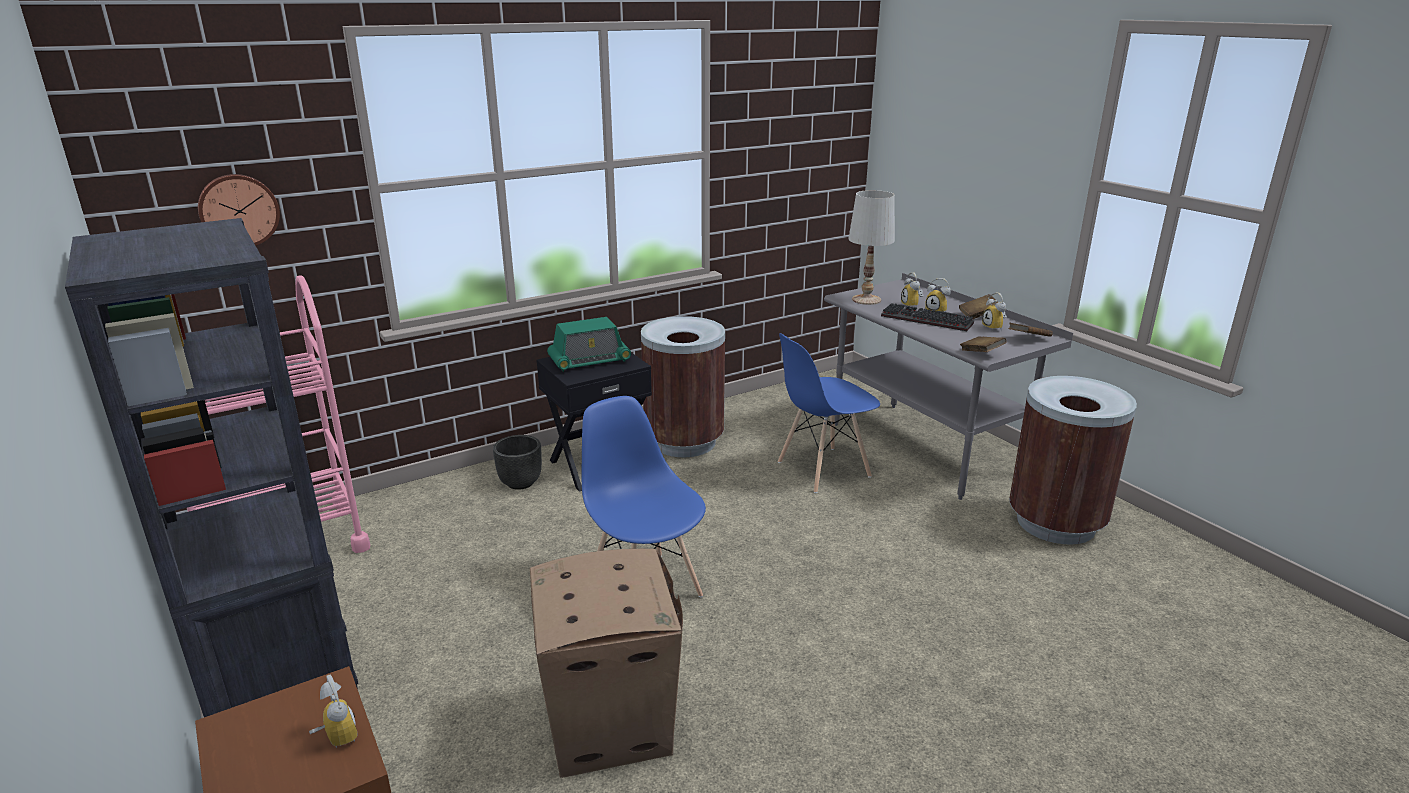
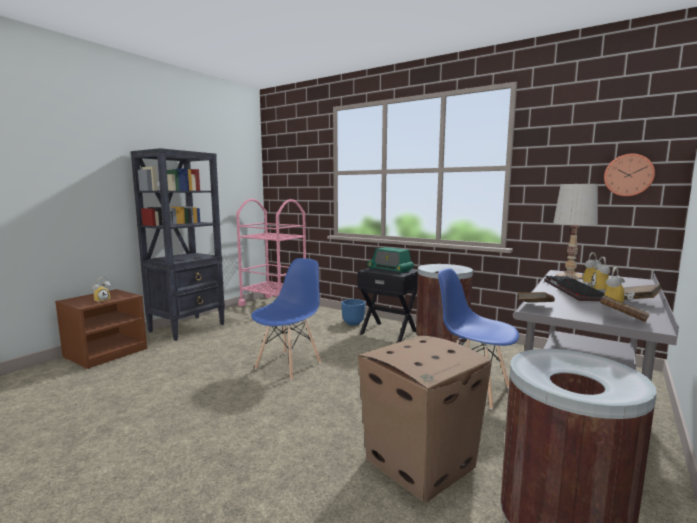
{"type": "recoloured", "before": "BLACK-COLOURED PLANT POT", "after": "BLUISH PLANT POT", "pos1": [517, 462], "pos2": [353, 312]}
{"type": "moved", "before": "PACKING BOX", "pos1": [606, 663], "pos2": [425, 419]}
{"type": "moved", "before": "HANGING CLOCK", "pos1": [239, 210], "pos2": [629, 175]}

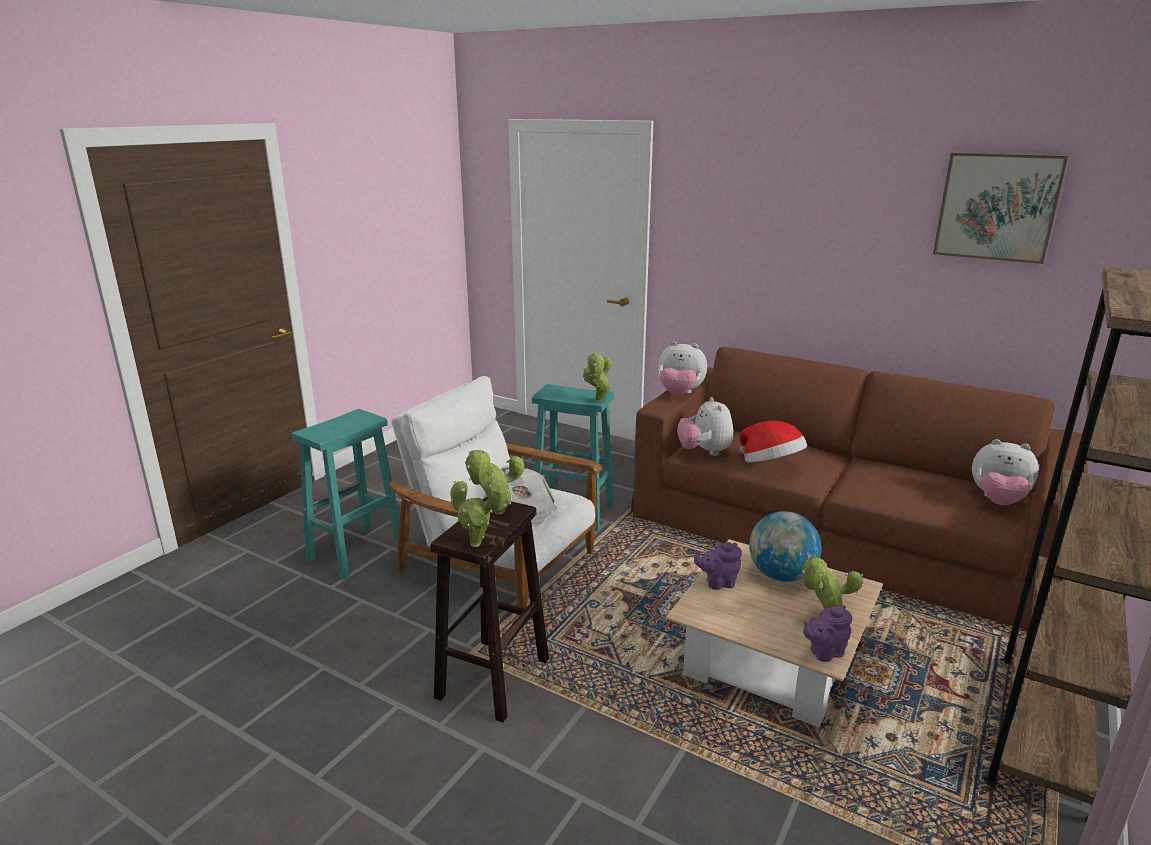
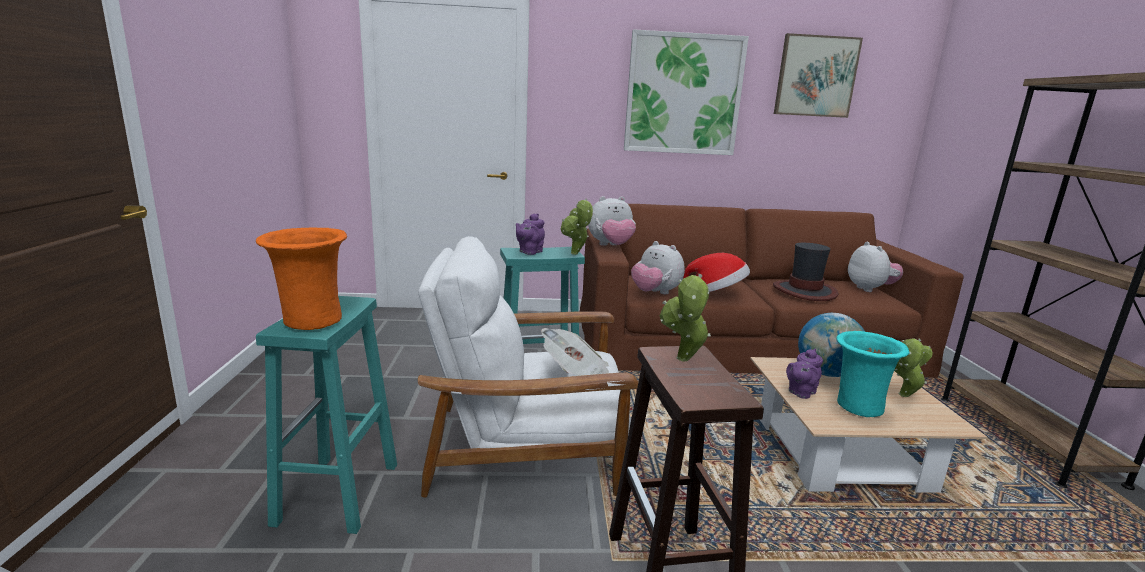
{"type": "added", "after": "ORANGE VASE", "pos2": [301, 278]}
{"type": "moved", "before": "PURPLE TEAPOT", "pos1": [827, 633], "pos2": [530, 234]}
{"type": "added", "after": "PICTURE", "pos2": [686, 92]}
{"type": "added", "after": "HAT", "pos2": [805, 272]}
{"type": "added", "after": "TURQUOISE-COLOURED VASE", "pos2": [873, 374]}
{"type": "turned", "before": "CUDDLY TOY", "pos1": [1005, 472], "pos2": [875, 267], "turn": -90}
{"type": "removed", "before": "PLANT IN A POT", "pos1": [479, 510]}

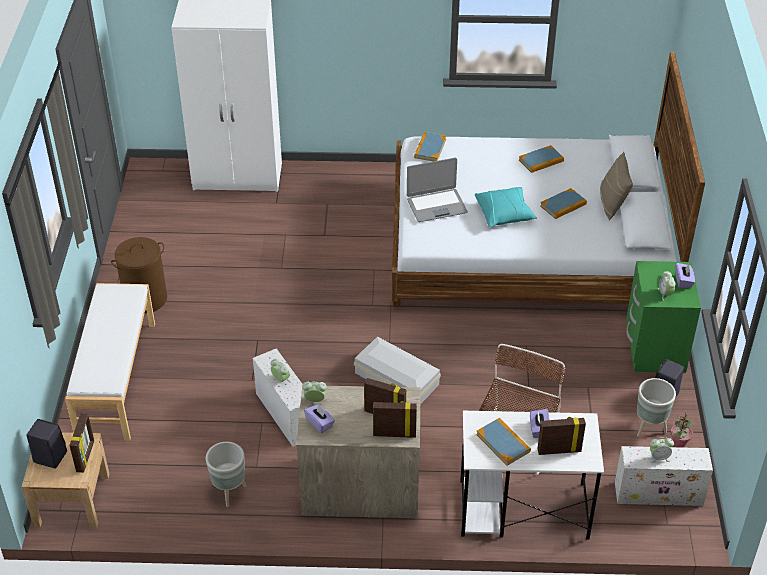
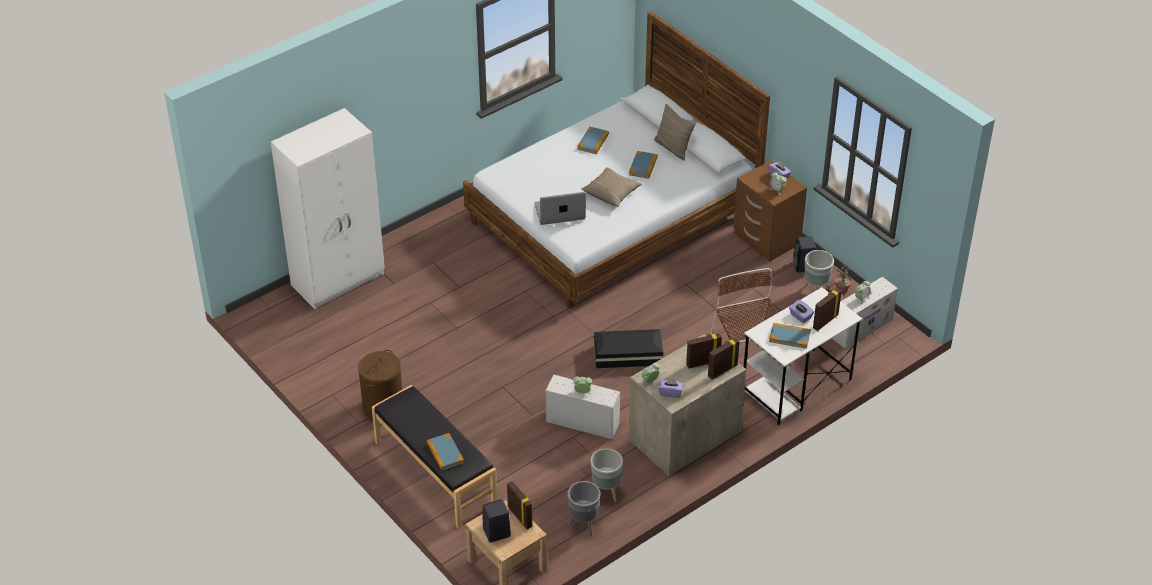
{"type": "recoloured", "before": "WHITISH INDOOR BENCH", "after": "BLACK-COLOURED INDOOR BENCH", "pos1": [110, 362], "pos2": [435, 456]}
{"type": "moved", "before": "VOLUME", "pos1": [430, 147], "pos2": [445, 451]}
{"type": "turned", "before": "NOTEBOOK COMPUTER", "pos1": [437, 190], "pos2": [560, 208], "turn": -135}
{"type": "added", "after": "GREYISH PLANT POT", "pos2": [584, 508]}
{"type": "recoloured", "before": "TURQUOISE-COLOURED PILLOW", "after": "BEIGE-COLOURED PILLOW", "pos1": [506, 207], "pos2": [611, 187]}
{"type": "recoloured", "before": "WHITISH STORAGE CONTAINER", "after": "BLACK-COLOURED STORAGE CONTAINER", "pos1": [397, 370], "pos2": [628, 348]}
{"type": "recoloured", "before": "GREEN NIGHT TABLE", "after": "BROWNISH NIGHT TABLE", "pos1": [663, 317], "pos2": [770, 211]}

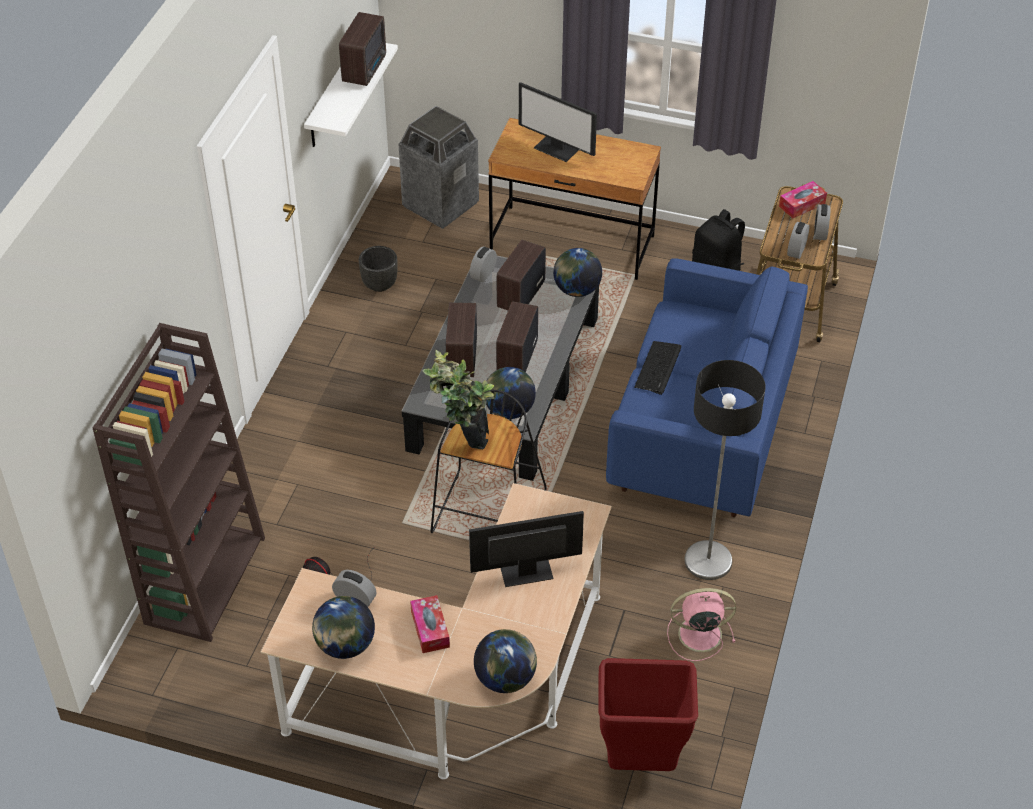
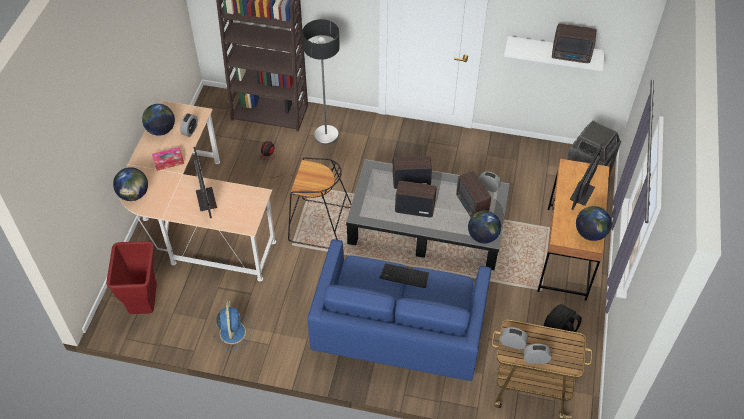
{"type": "recoloured", "before": "PINKISH FAN", "after": "BLUISH FAN", "pos1": [701, 624], "pos2": [232, 325]}
{"type": "moved", "before": "STANDING LAMP", "pos1": [725, 470], "pos2": [321, 82]}
{"type": "turned", "before": "RADIO RECEIVER", "pos1": [521, 275], "pos2": [473, 194], "turn": -135}
{"type": "moved", "before": "GLOBE", "pos1": [511, 393], "pos2": [594, 223]}
{"type": "removed", "before": "BLACK-COLOURED PLANT POT", "pos1": [378, 269]}
{"type": "removed", "before": "PLANT IN A POT", "pos1": [458, 399]}
{"type": "removed", "before": "TISSUE HOLDER", "pos1": [803, 199]}

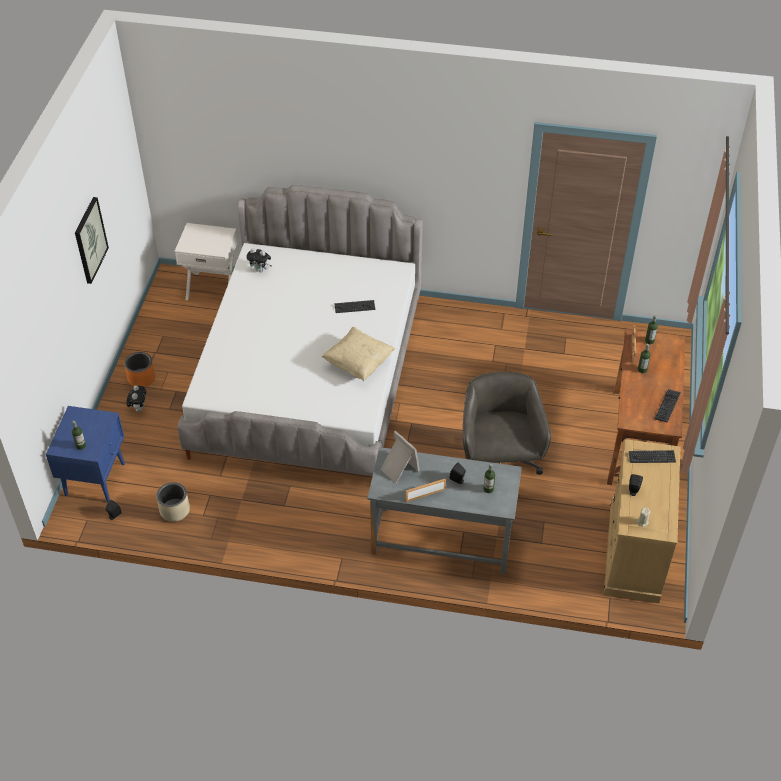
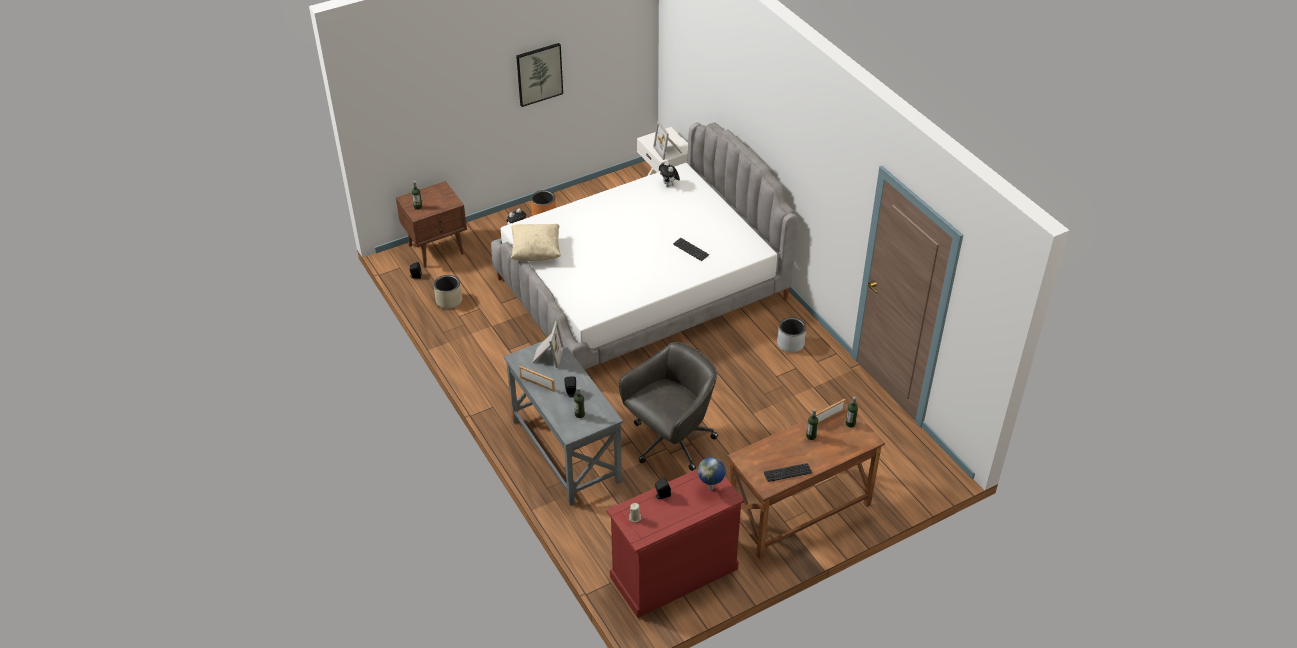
{"type": "recoloured", "before": "BLUISH NIGHT TABLE", "after": "BROWNISH NIGHT TABLE", "pos1": [85, 454], "pos2": [431, 224]}
{"type": "moved", "before": "BEIGE-COLOURED PILLOW", "pos1": [358, 354], "pos2": [535, 242]}
{"type": "recoloured", "before": "BEIGE-COLOURED DRAWER CHEST", "after": "RED-COLOURED DRAWER CHEST", "pos1": [642, 521], "pos2": [675, 543]}
{"type": "added", "after": "PICTURE FRAME", "pos2": [667, 140]}
{"type": "replaced", "before": "COMPUTER KEYBOARD", "after": "GLOBE", "pos1": [652, 456], "pos2": [712, 473]}
{"type": "added", "after": "GREYISH PLANT POT", "pos2": [791, 335]}

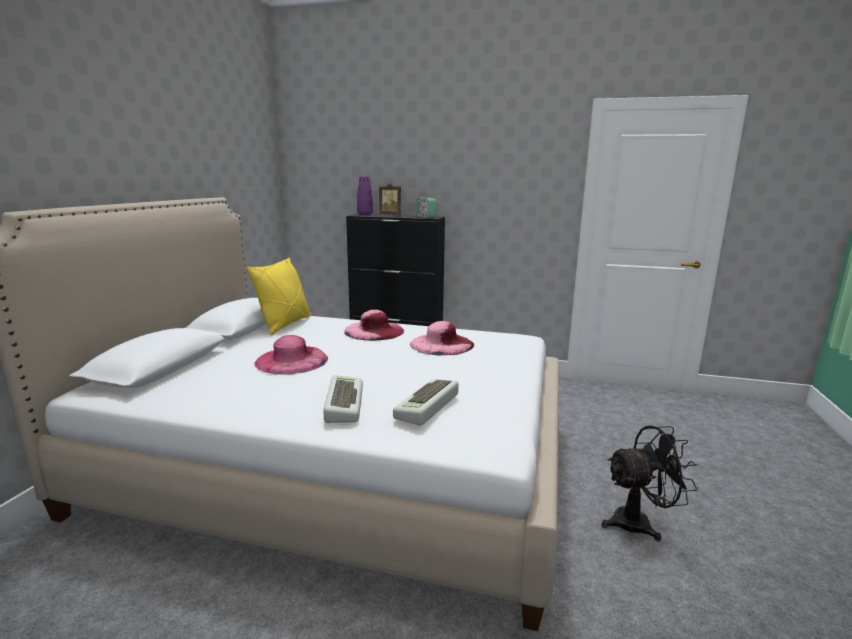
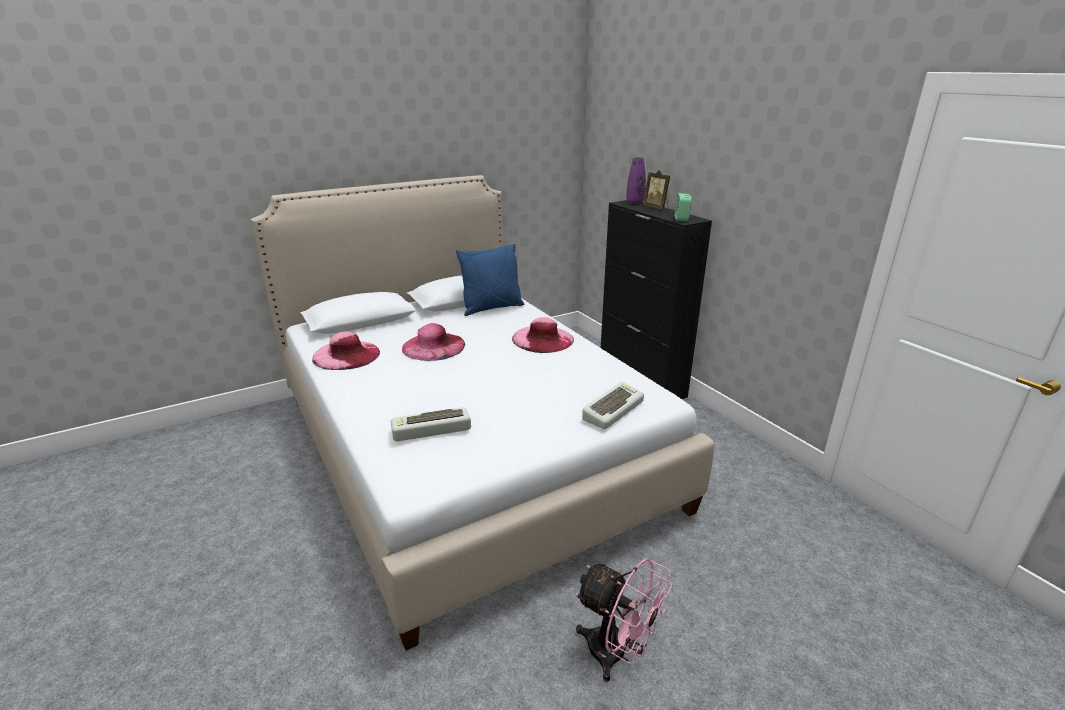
{"type": "moved", "before": "PINKISH HAT", "pos1": [442, 338], "pos2": [346, 350]}
{"type": "recoloured", "before": "YELLOWISH PILLOW", "after": "BLUISH PILLOW", "pos1": [279, 296], "pos2": [490, 280]}
{"type": "recoloured", "before": "BLACK-COLOURED FAN", "after": "PINKISH FAN", "pos1": [650, 483], "pos2": [623, 620]}
{"type": "moved", "before": "COMPUTER KEYBOARD", "pos1": [343, 399], "pos2": [613, 405]}

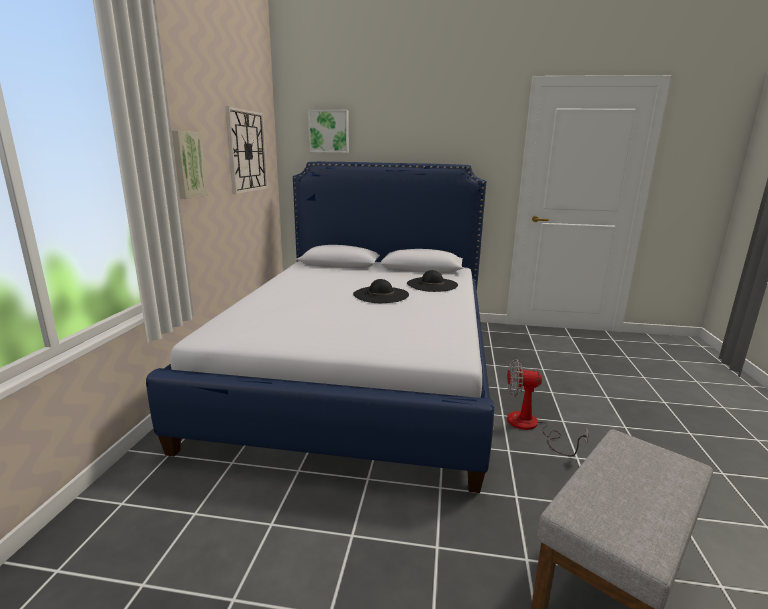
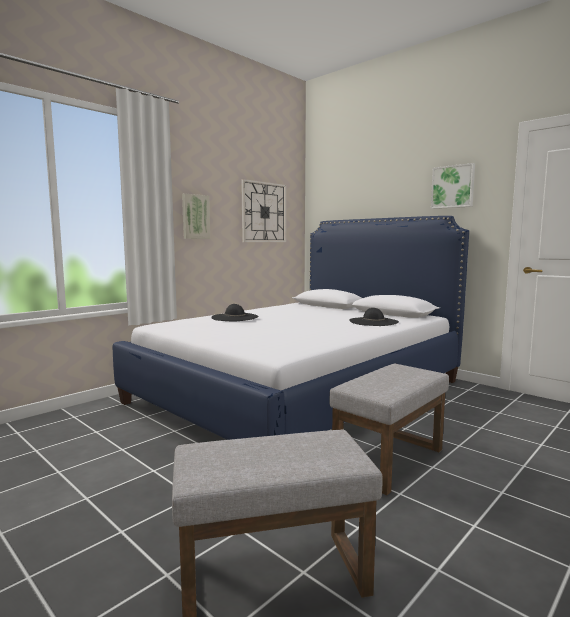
{"type": "moved", "before": "BLACK-COLOURED HAT", "pos1": [381, 291], "pos2": [235, 312]}
{"type": "replaced", "before": "FAN", "after": "GREYISH POUFFE", "pos1": [548, 407], "pos2": [389, 429]}
{"type": "moved", "before": "PICTURE", "pos1": [328, 131], "pos2": [453, 186]}

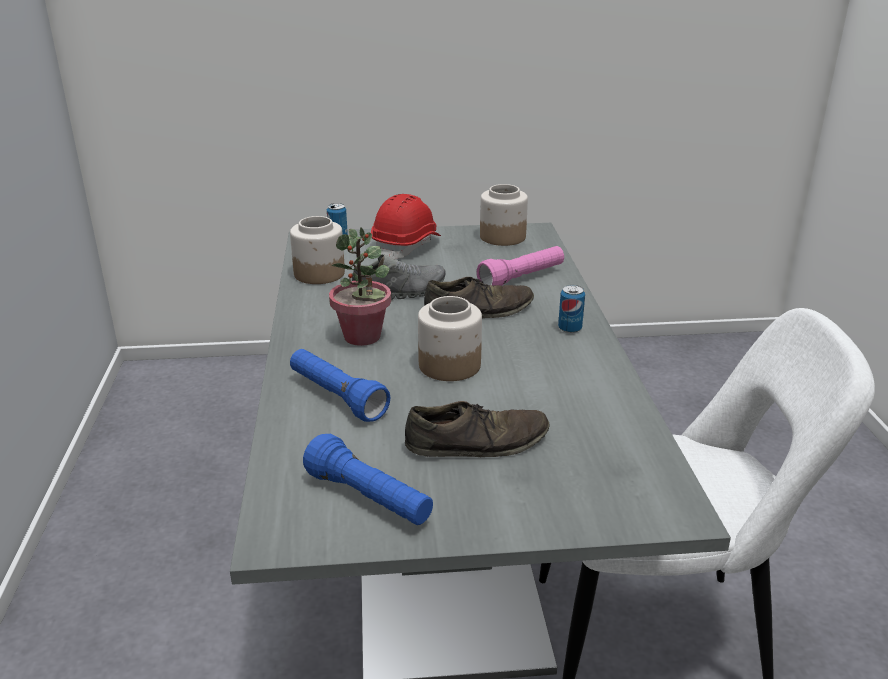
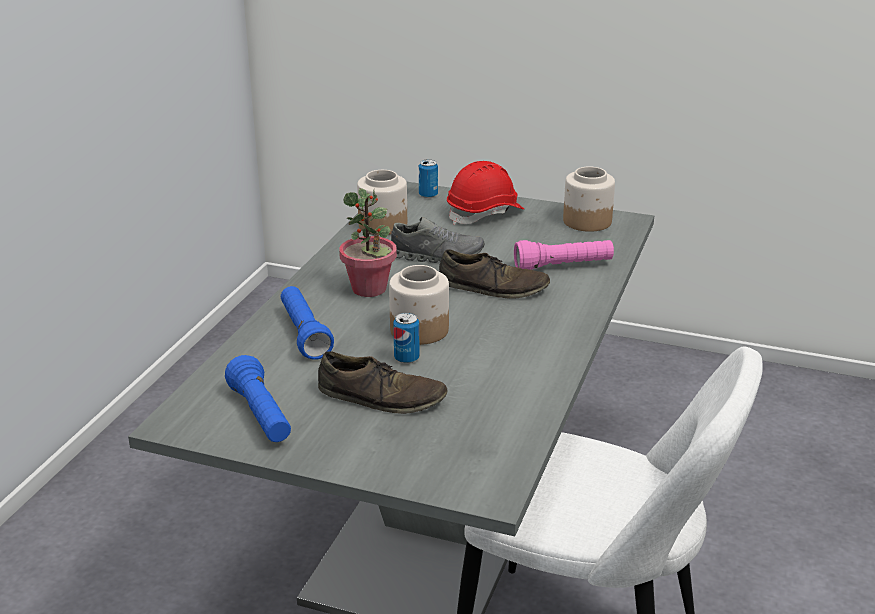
{"type": "moved", "before": "SEALED CAN", "pos1": [571, 309], "pos2": [406, 338]}

